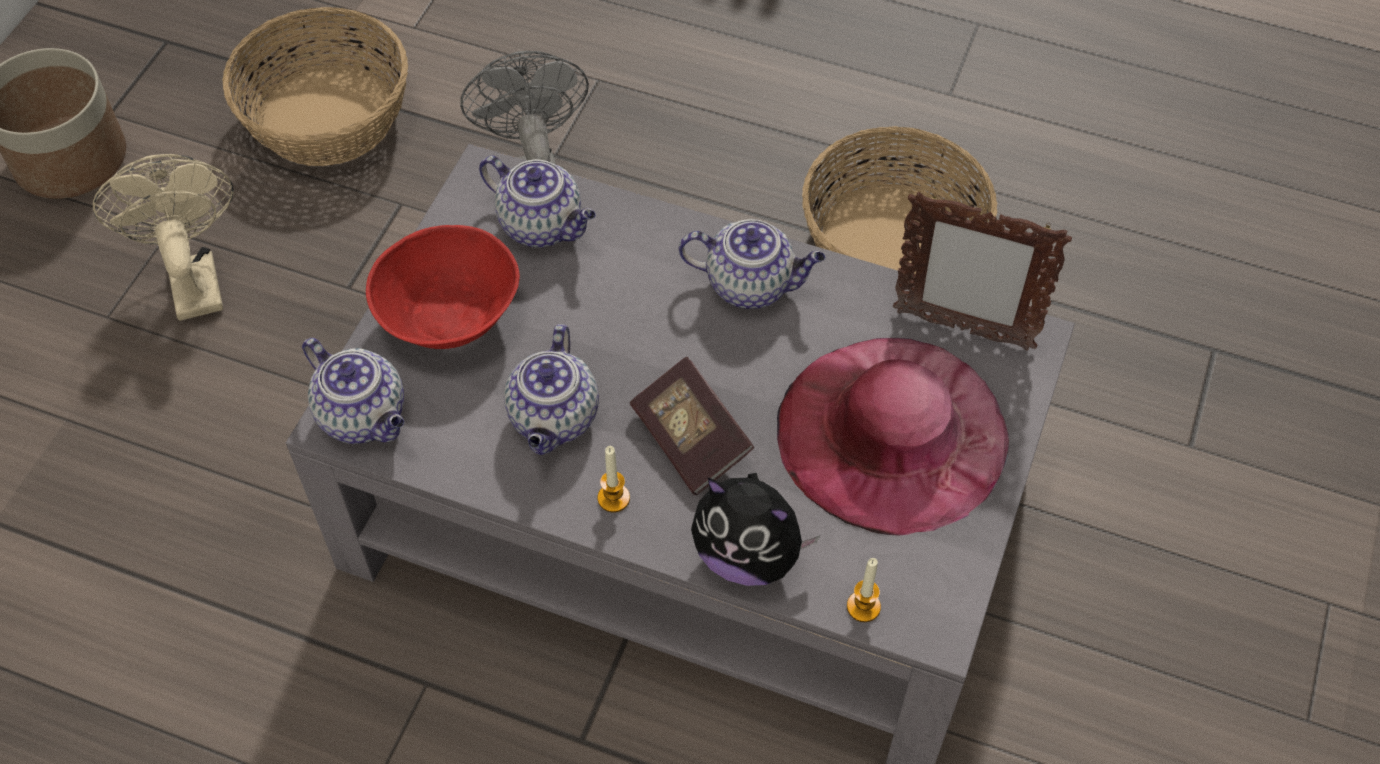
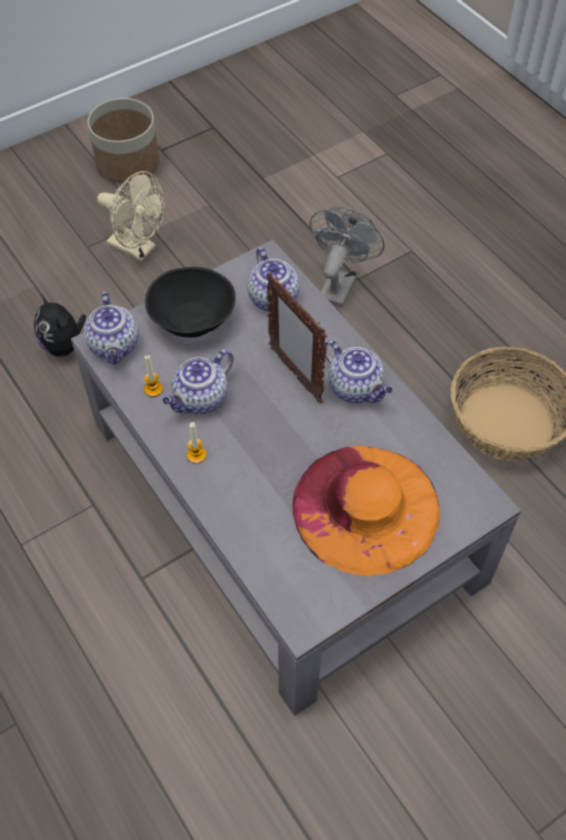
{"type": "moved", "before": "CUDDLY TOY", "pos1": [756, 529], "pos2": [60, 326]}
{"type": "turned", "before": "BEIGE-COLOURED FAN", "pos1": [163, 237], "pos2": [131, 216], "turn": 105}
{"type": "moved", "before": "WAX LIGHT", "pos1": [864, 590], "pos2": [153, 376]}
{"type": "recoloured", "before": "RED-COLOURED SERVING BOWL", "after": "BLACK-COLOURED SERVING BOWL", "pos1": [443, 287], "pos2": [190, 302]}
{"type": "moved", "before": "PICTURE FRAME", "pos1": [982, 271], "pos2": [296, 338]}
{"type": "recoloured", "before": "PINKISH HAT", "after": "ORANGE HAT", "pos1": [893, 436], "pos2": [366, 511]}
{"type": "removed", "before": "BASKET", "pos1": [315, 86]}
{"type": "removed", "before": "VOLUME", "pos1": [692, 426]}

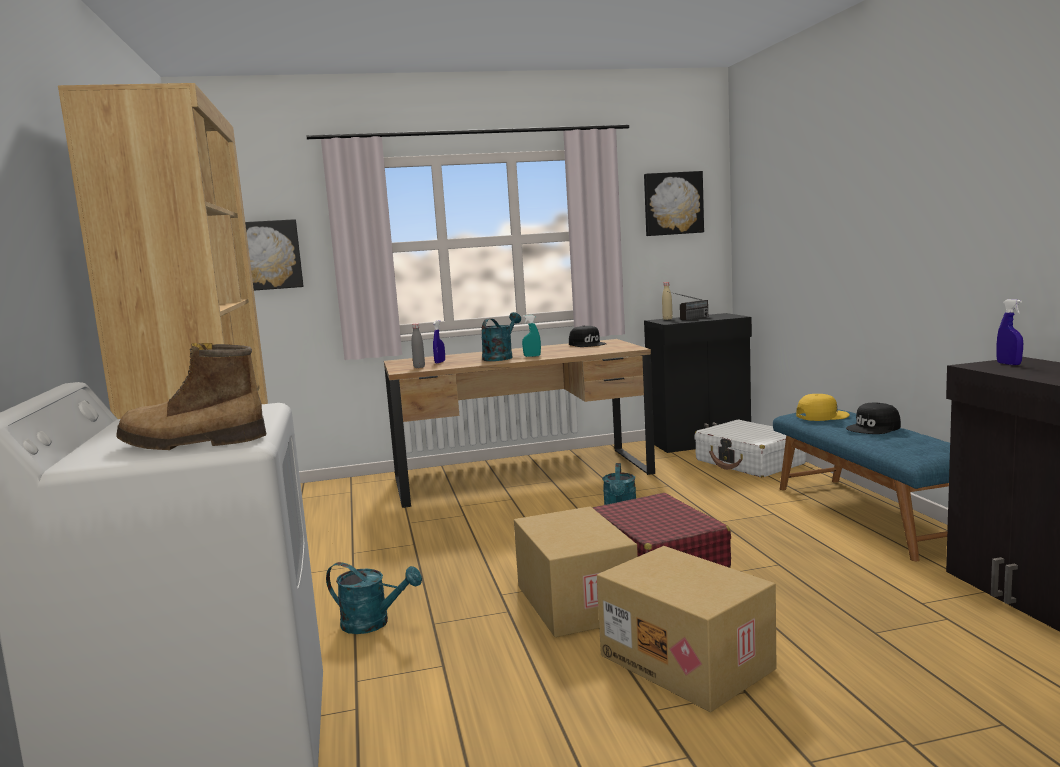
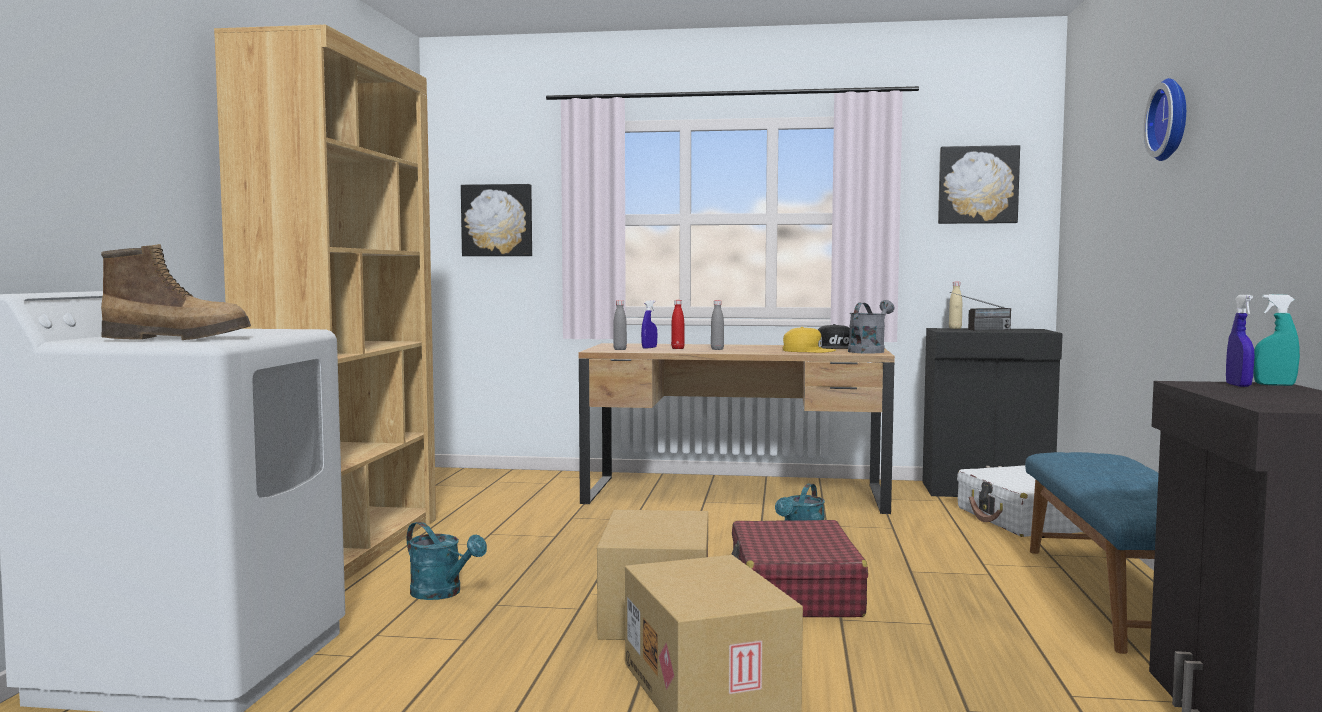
{"type": "turned", "before": "HIGH-TOP BOOT", "pos1": [191, 396], "pos2": [176, 292], "turn": 150}
{"type": "added", "after": "RED-COLOURED DRINK BOTTLE", "pos2": [677, 324]}
{"type": "replaced", "before": "TURQUOISE-COLOURED WATERING POT", "after": "GREYISH DRINK BOTTLE", "pos1": [501, 336], "pos2": [717, 325]}
{"type": "moved", "before": "YELLOWISH BASEBALL CAP", "pos1": [823, 407], "pos2": [809, 340]}
{"type": "added", "after": "GREYISH WATERING POT", "pos2": [871, 327]}
{"type": "added", "after": "HANGING CLOCK", "pos2": [1165, 119]}
{"type": "moved", "before": "TURQUOISE-COLOURED HAND SPRAYER", "pos1": [531, 336], "pos2": [1276, 340]}
{"type": "removed", "before": "BLACK-COLOURED BASEBALL CAP", "pos1": [873, 418]}

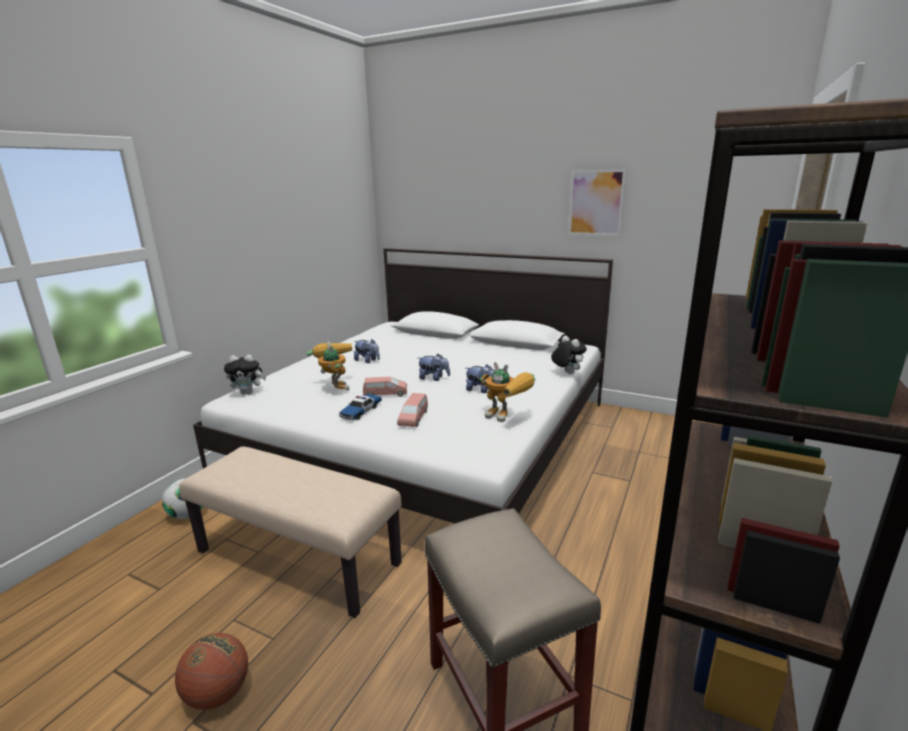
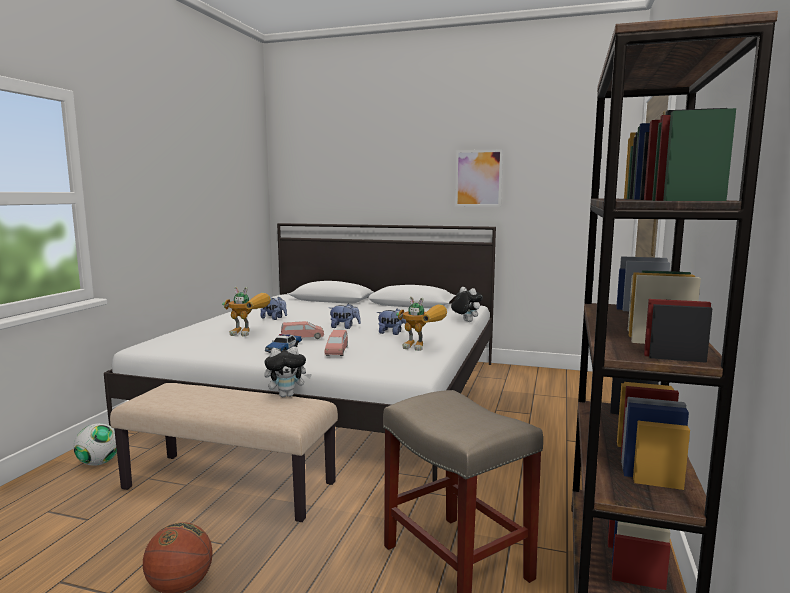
{"type": "turned", "before": "ROBOT FIGURE", "pos1": [329, 366], "pos2": [246, 311], "turn": 135}
{"type": "moved", "before": "CUDDLY TOY", "pos1": [245, 375], "pos2": [288, 371]}

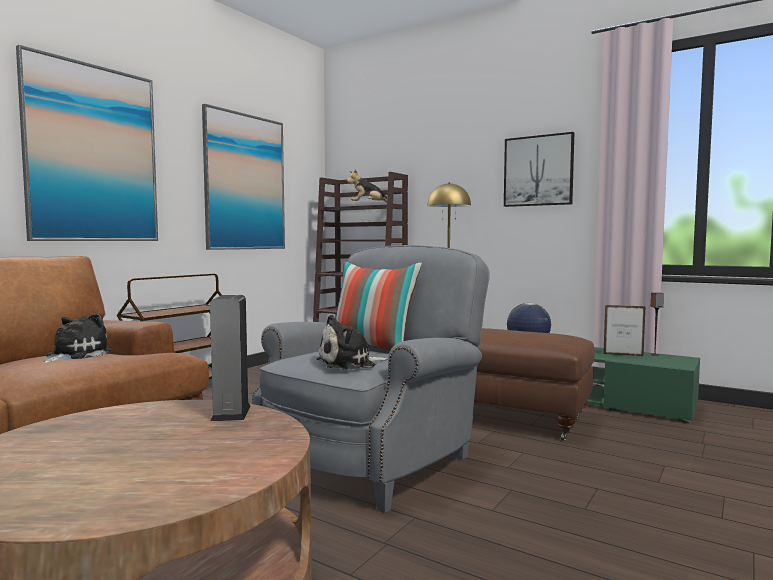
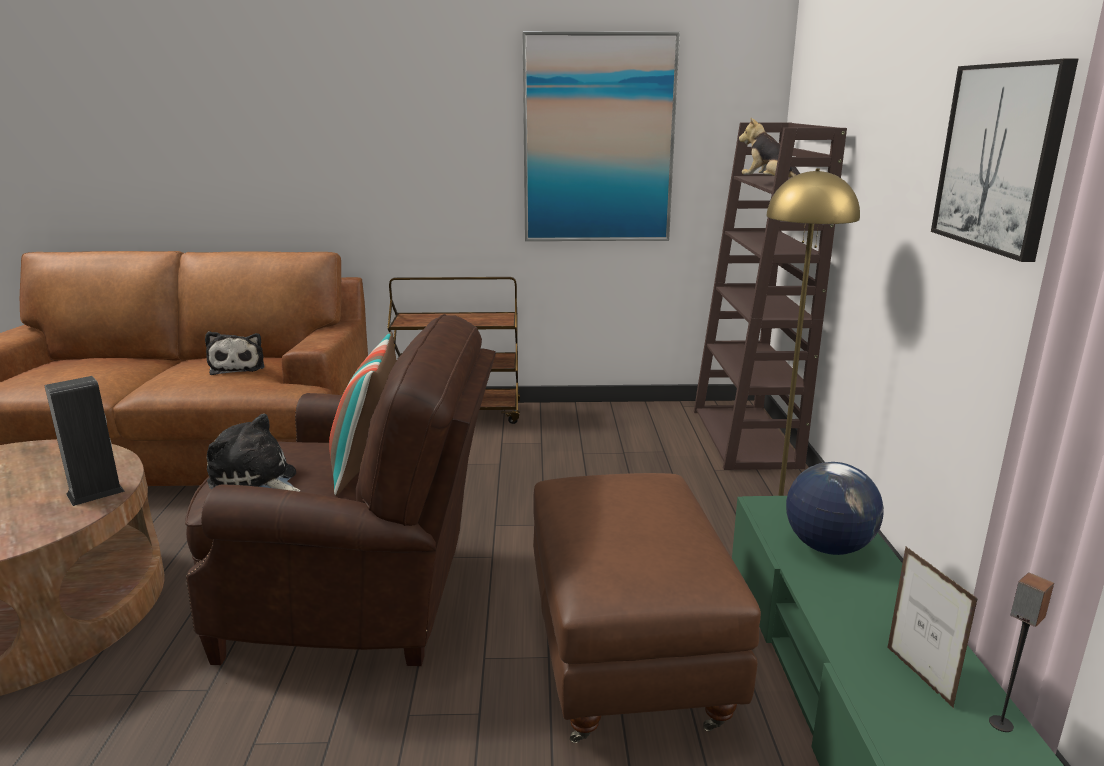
{"type": "recoloured", "before": "GREYISH LOUNGE CHAIR", "after": "BROWNISH LOUNGE CHAIR", "pos1": [371, 379], "pos2": [340, 490]}
{"type": "turned", "before": "CUDDLY TOY", "pos1": [77, 338], "pos2": [235, 353], "turn": 90}
{"type": "removed", "before": "PICTURE", "pos1": [87, 143]}

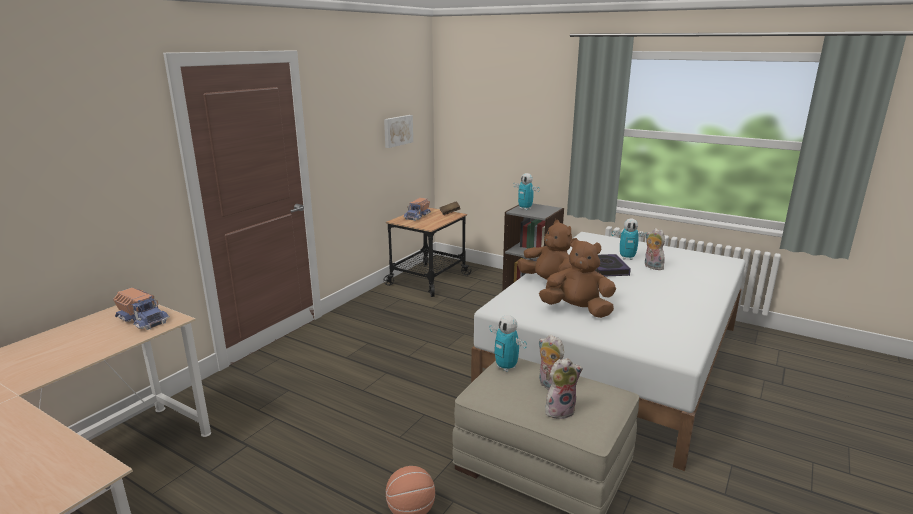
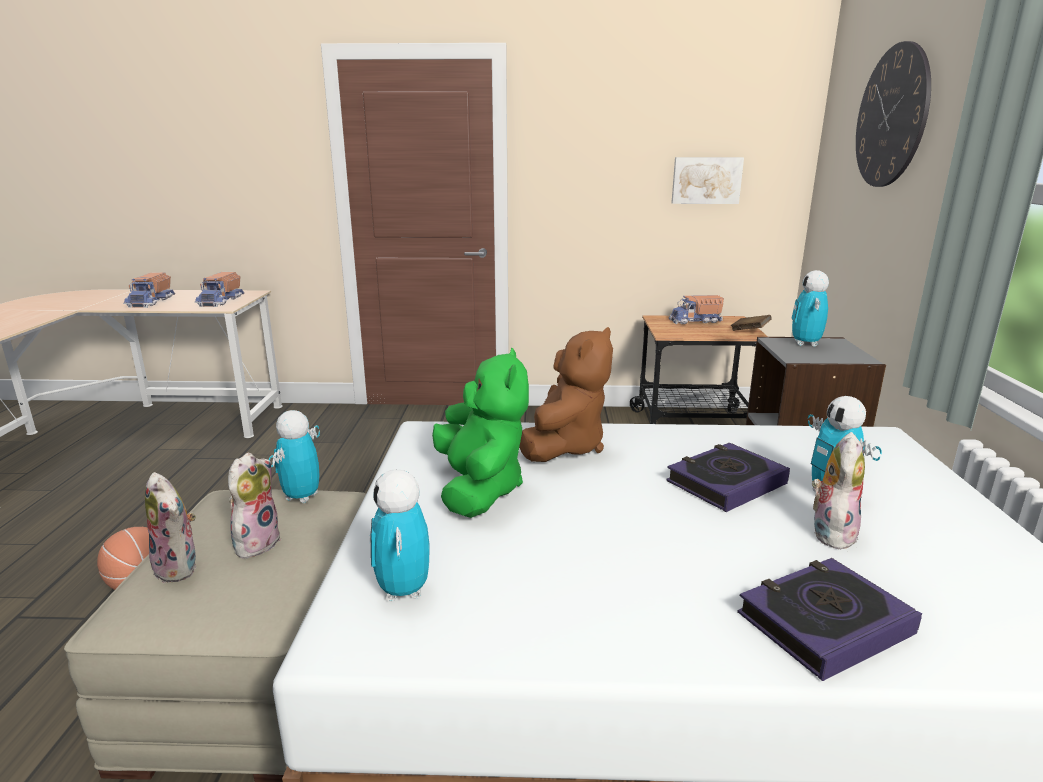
{"type": "added", "after": "TOY TRUCK", "pos2": [149, 290]}
{"type": "added", "after": "ROBOT FIGURE", "pos2": [399, 535]}
{"type": "recoloured", "before": "BROWNISH CUDDLY TOY", "after": "GREEN CUDDLY TOY", "pos1": [577, 278], "pos2": [480, 433]}
{"type": "added", "after": "VOLUME", "pos2": [829, 619]}
{"type": "added", "after": "HANGING CLOCK", "pos2": [893, 114]}

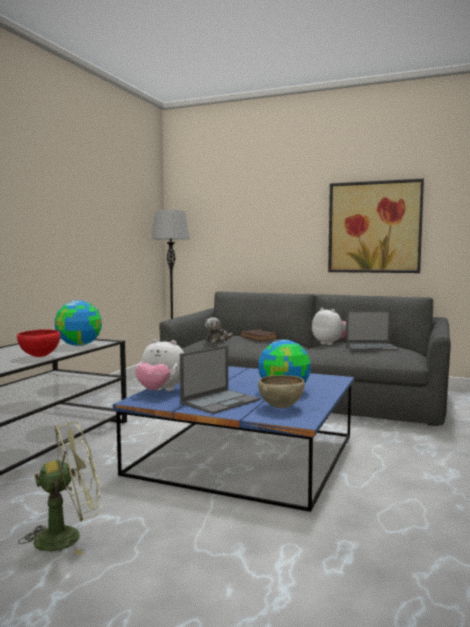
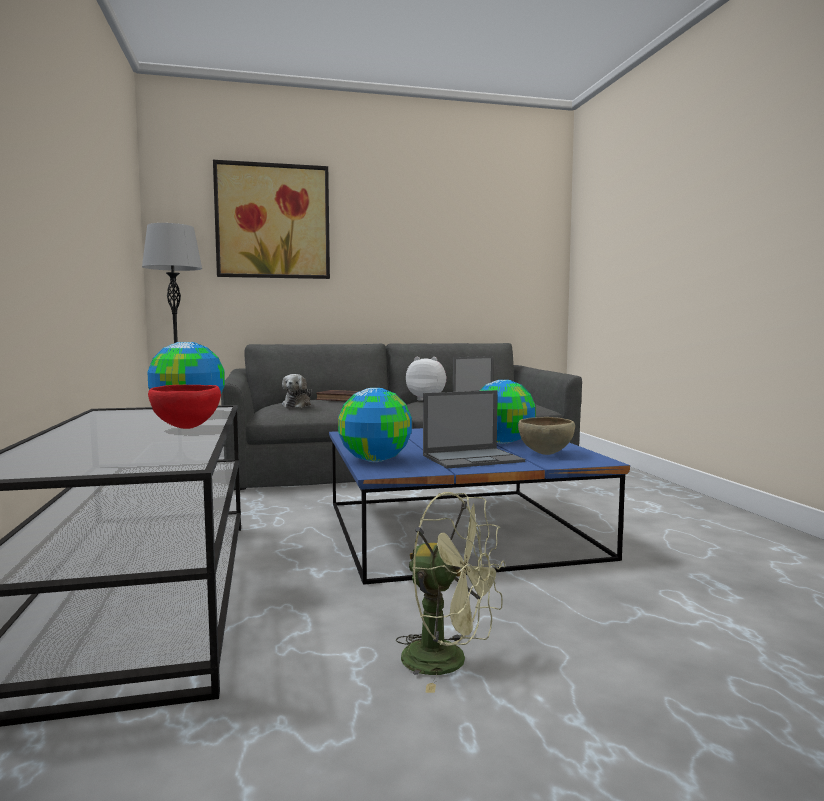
{"type": "moved", "before": "PICTURE", "pos1": [376, 225], "pos2": [271, 219]}
{"type": "replaced", "before": "CUDDLY TOY", "after": "GLOBE", "pos1": [159, 365], "pos2": [375, 425]}
{"type": "turned", "before": "GREEN FAN", "pos1": [60, 488], "pos2": [451, 592], "turn": 90}
{"type": "turned", "before": "NOTEBOOK COMPUTER", "pos1": [220, 380], "pos2": [474, 429], "turn": 60}

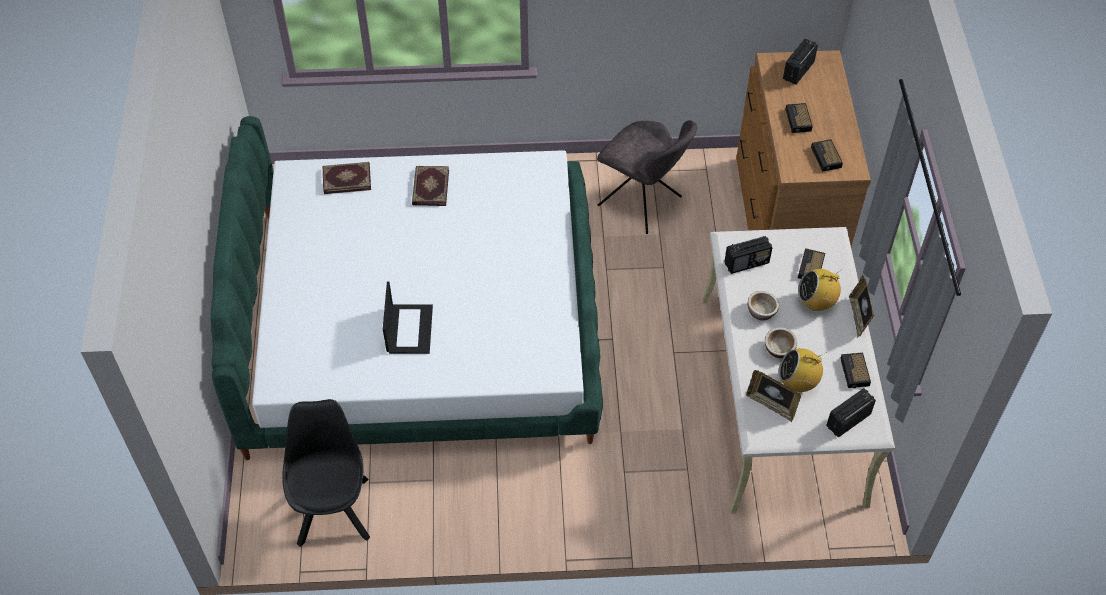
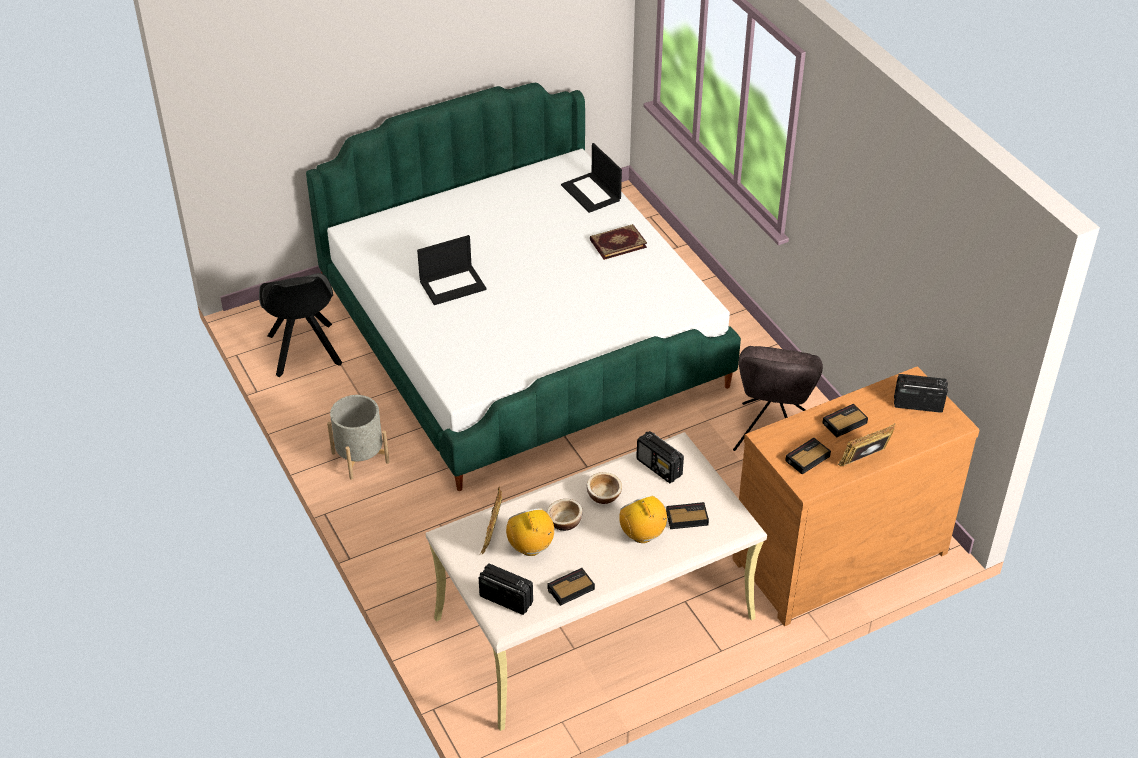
{"type": "turned", "before": "BLACK-COLOURED UPRIGHT CHAIR", "pos1": [326, 473], "pos2": [300, 325], "turn": 105}
{"type": "added", "after": "GREYISH PLANT POT", "pos2": [358, 437]}
{"type": "replaced", "before": "VOLUME", "after": "NOTEBOOK COMPUTER", "pos1": [347, 178], "pos2": [591, 178]}
{"type": "moved", "before": "PICTURE FRAME", "pos1": [861, 306], "pos2": [866, 445]}

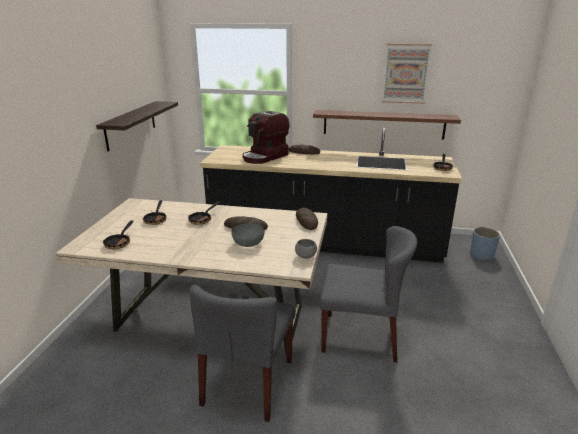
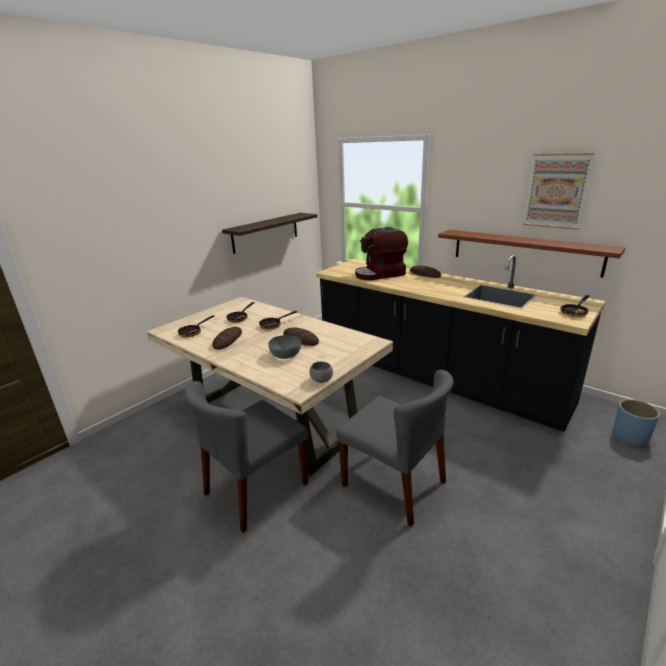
{"type": "moved", "before": "BREAD", "pos1": [307, 219], "pos2": [227, 338]}

